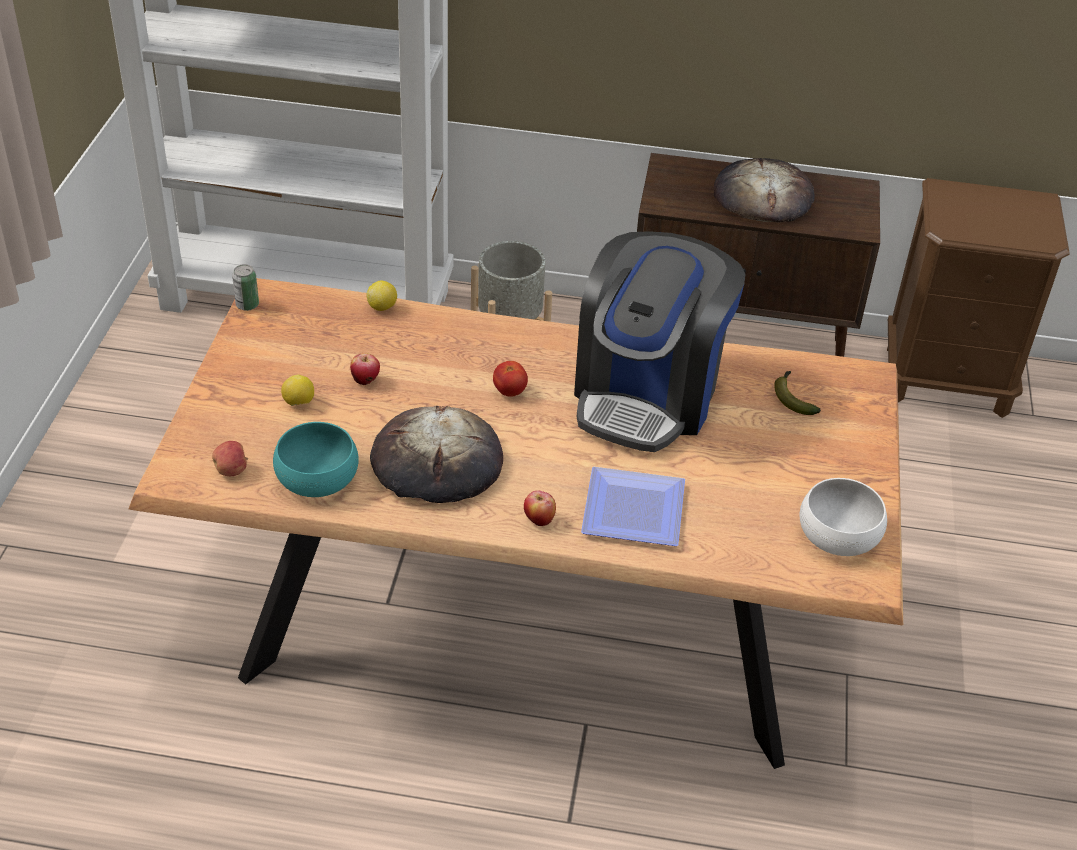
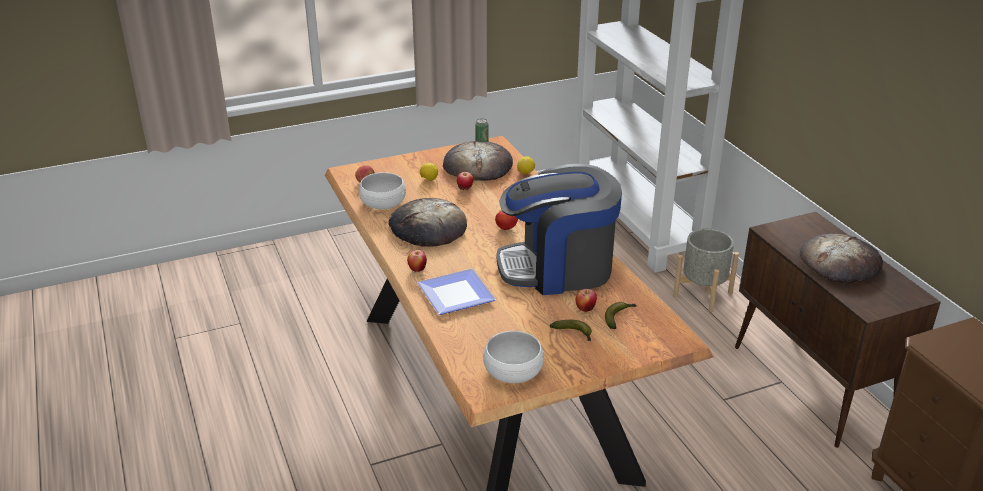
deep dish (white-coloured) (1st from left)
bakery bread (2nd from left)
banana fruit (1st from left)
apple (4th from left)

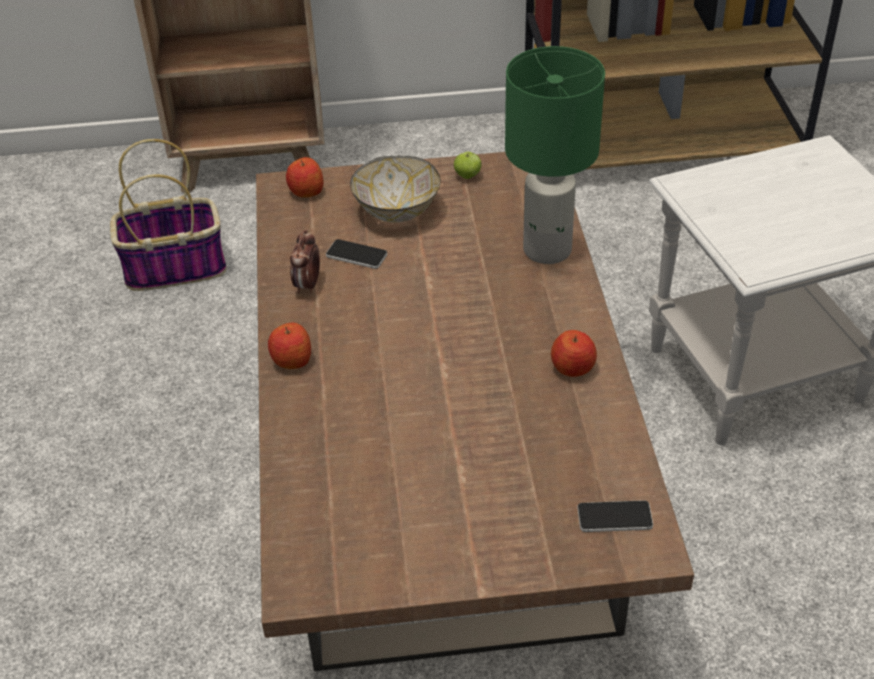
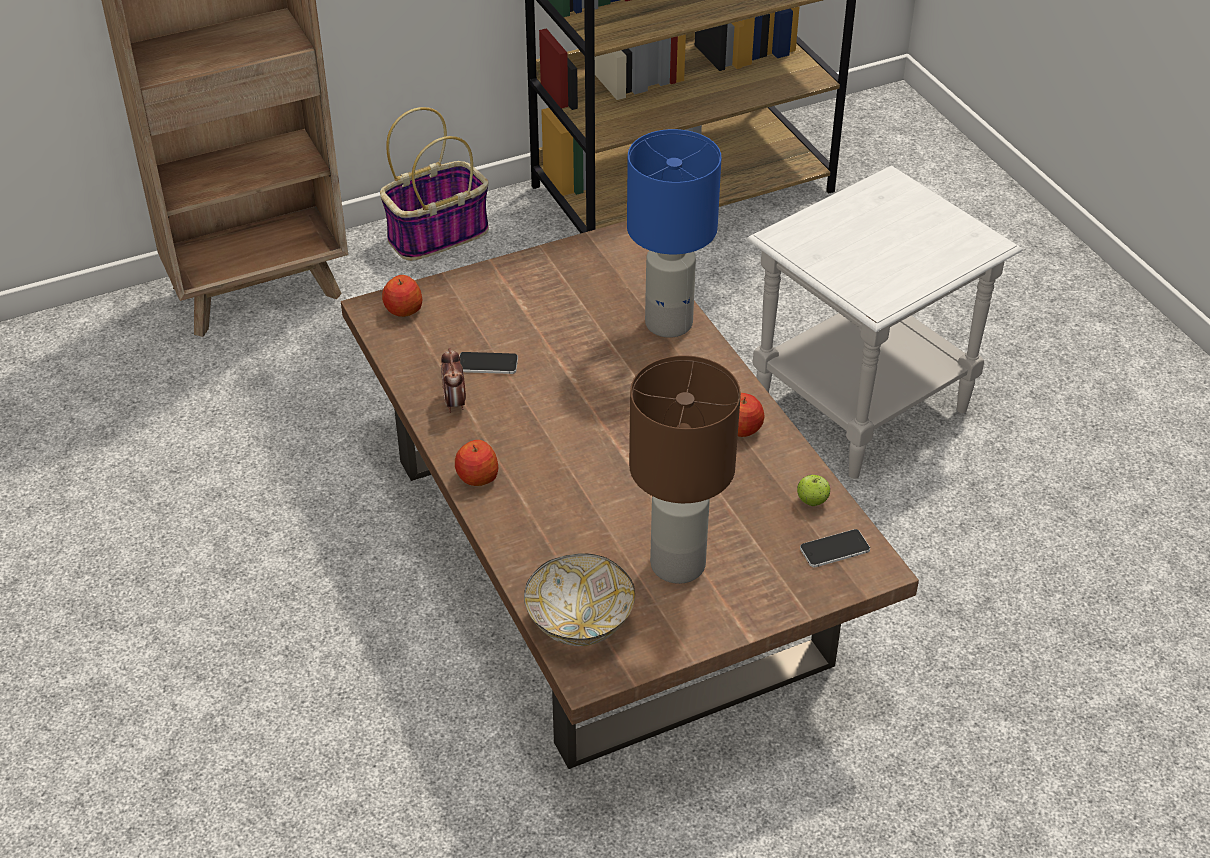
household basket
deep dish
apple (4th from left)
lamp for a table (blue)
lamp for a table (brownish)

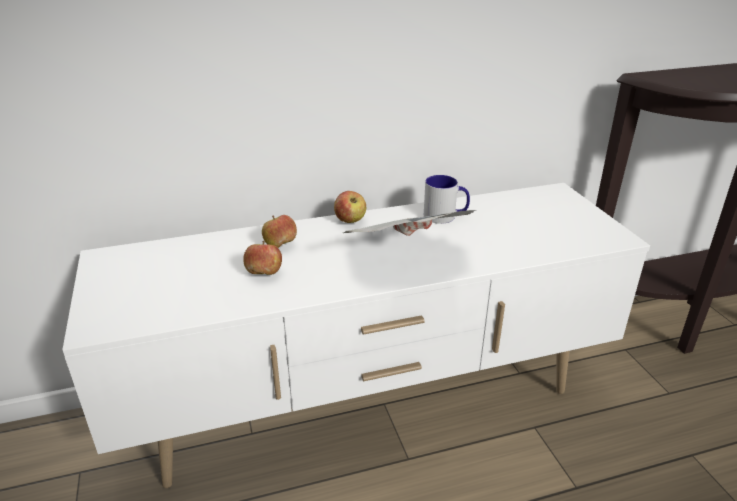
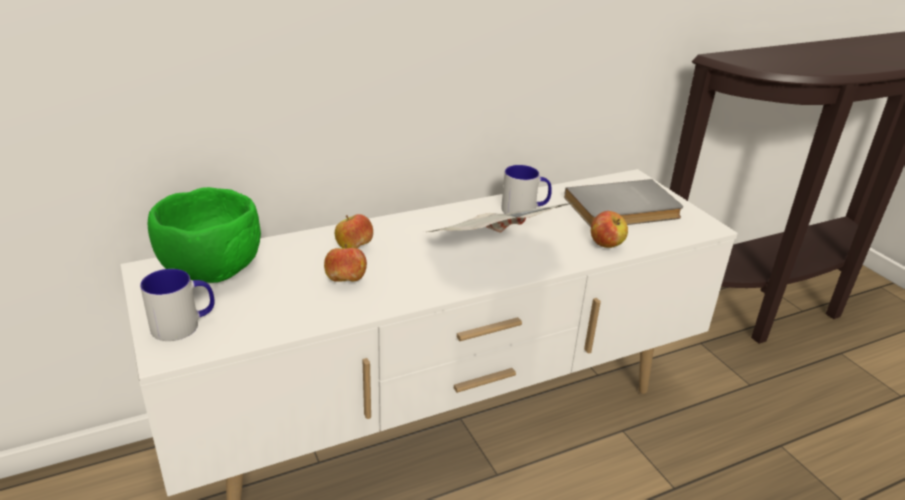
apple (3rd from left)
mug (1st from left)
deep dish (greenish)
book (grey)

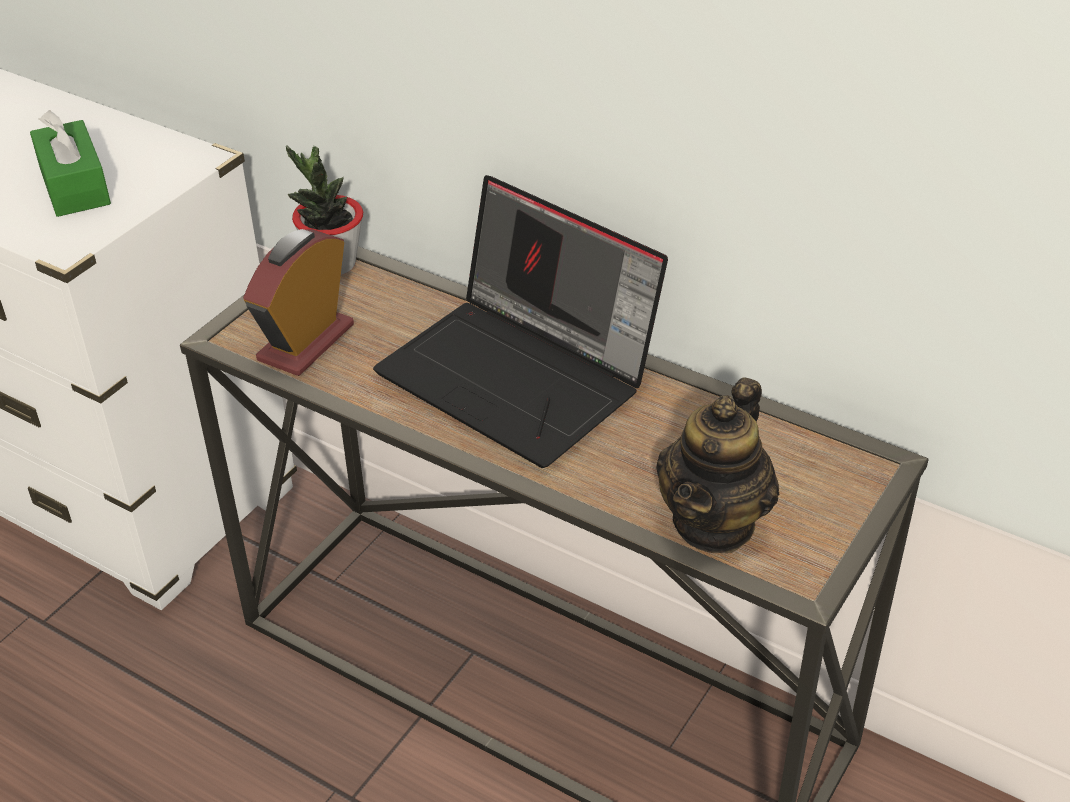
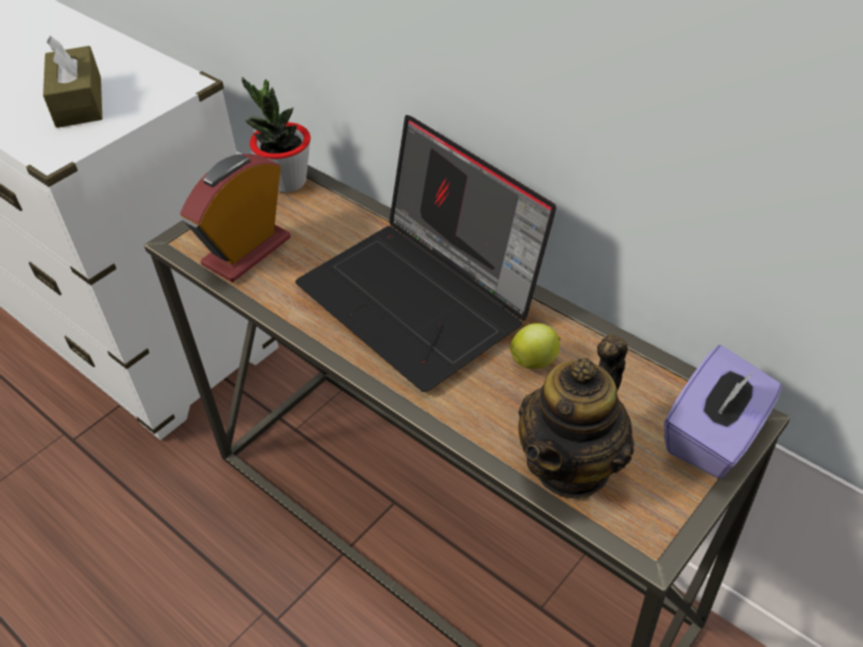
tissue box (brownish)
apple
tissue box (purple)

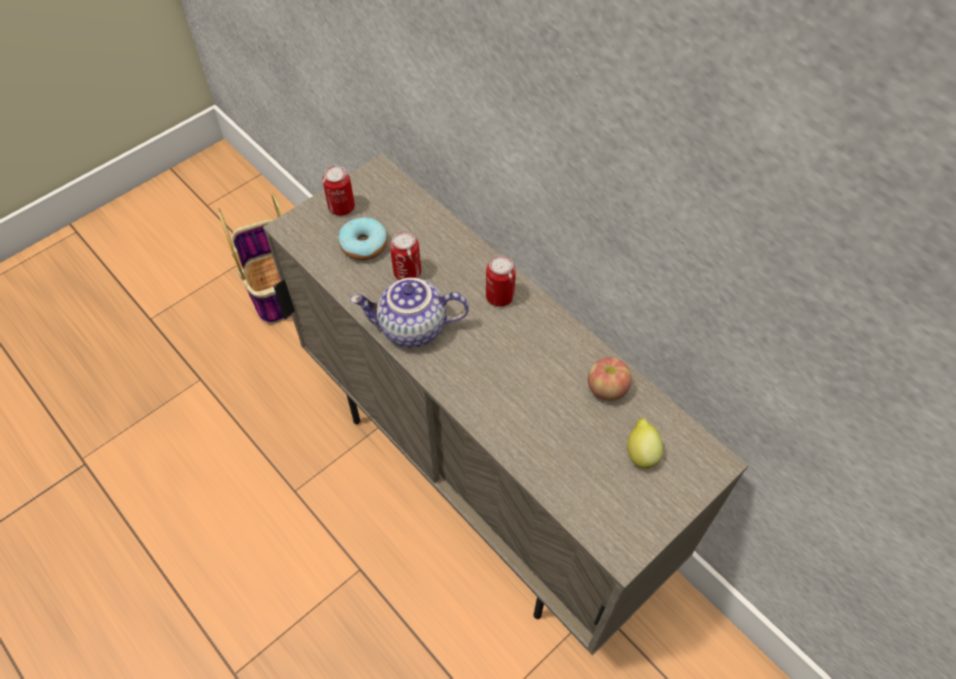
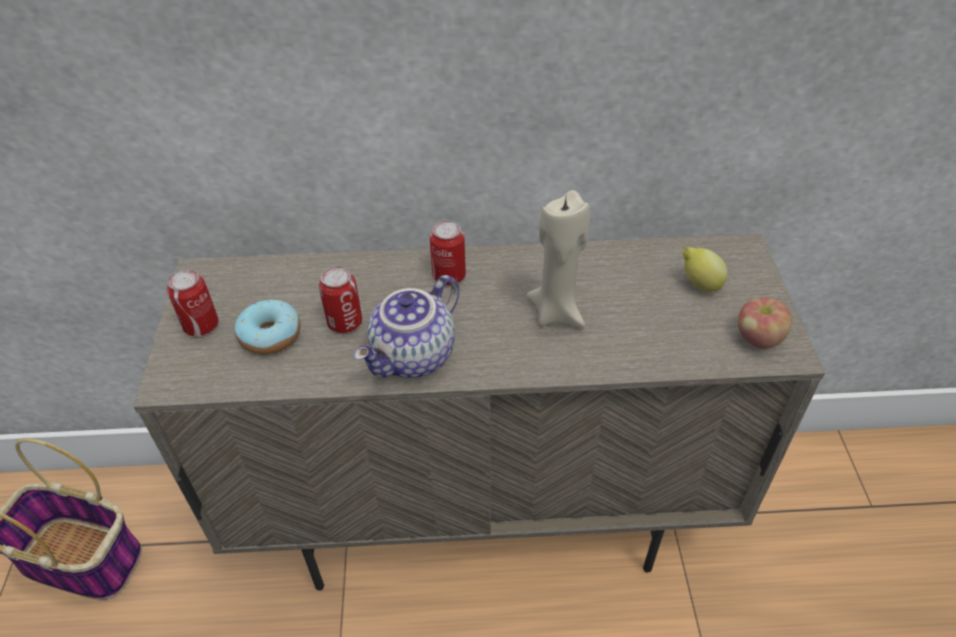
apple
candle (sand-coloured)

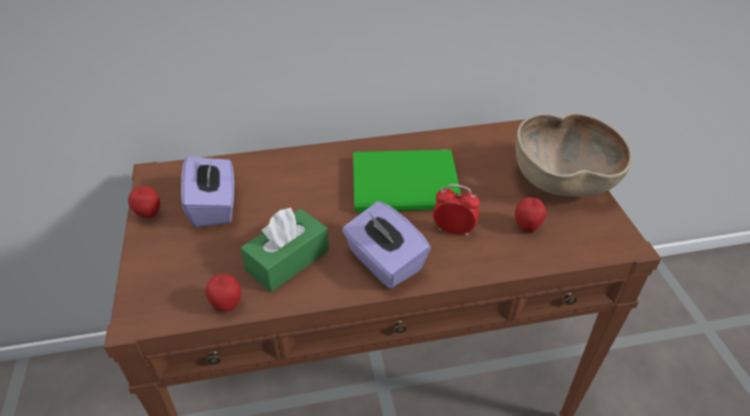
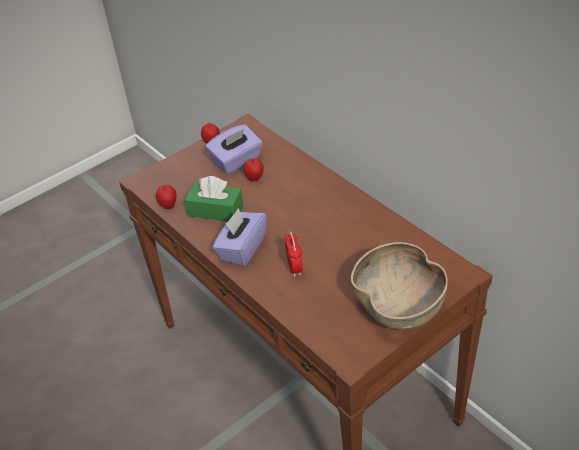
book (greenish)
apple (3rd from left)

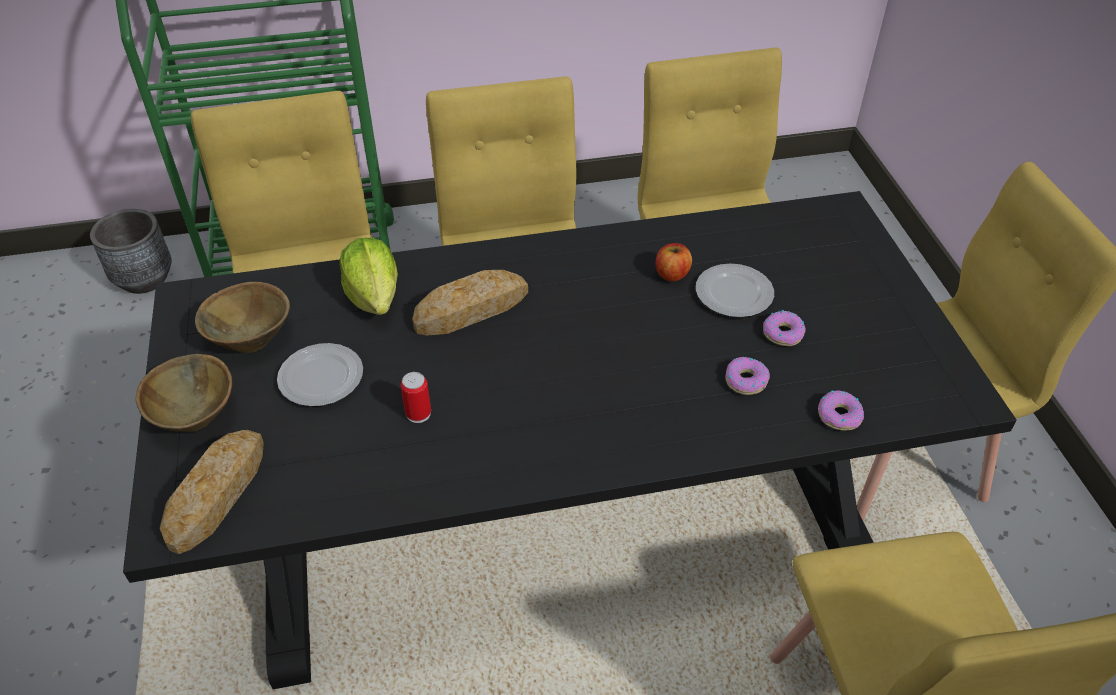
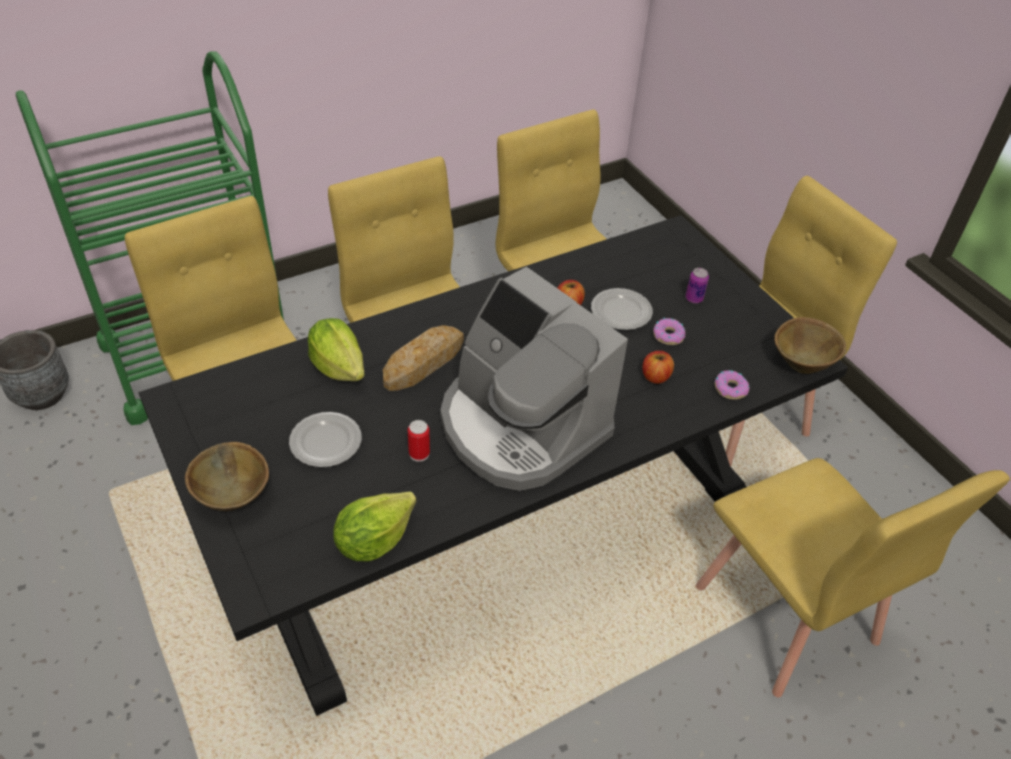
bakery bread (1st from left in the first image)
deep dish (brownish) (2nd from left)
apple (2nd from left)
lettuce head (2nd from left)
coffee maker
sealed can (2nd from left)

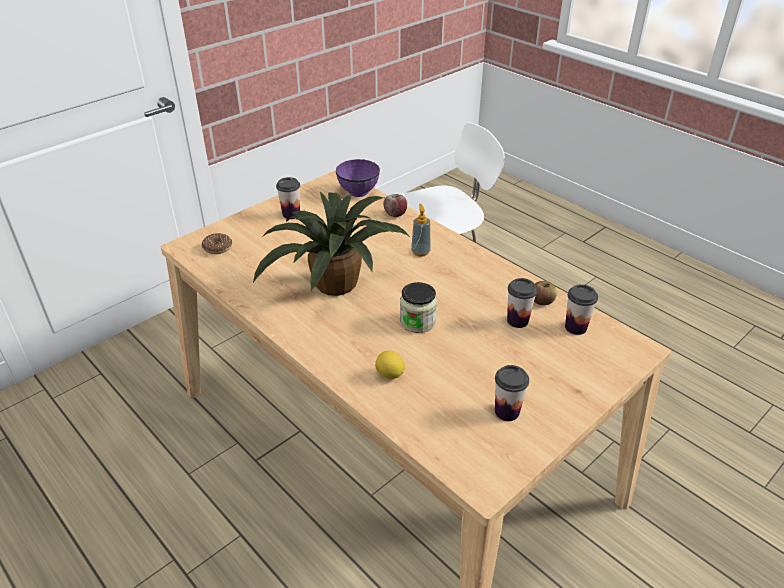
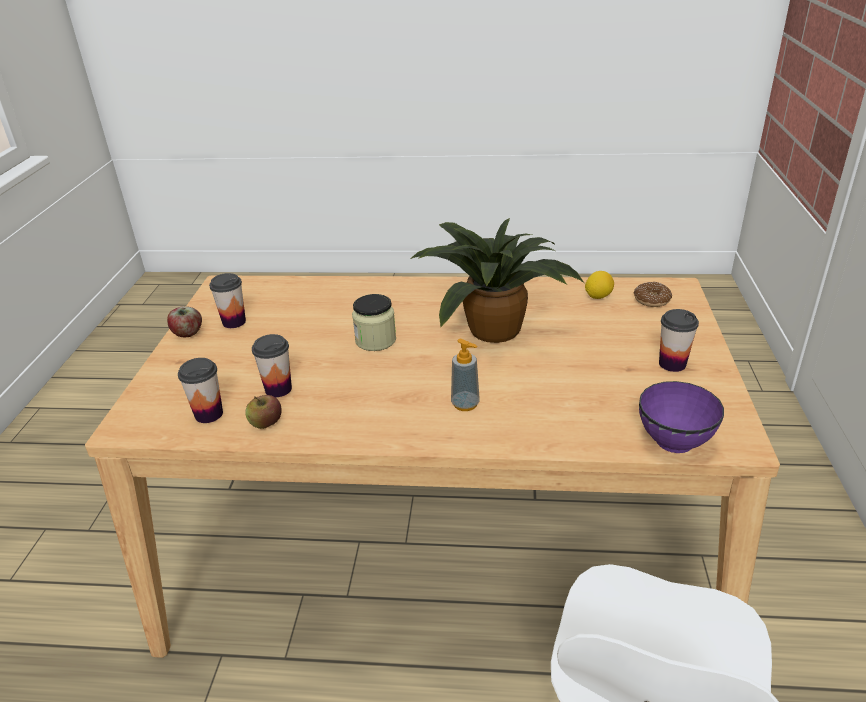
citrus fruit
apple (1st from left)

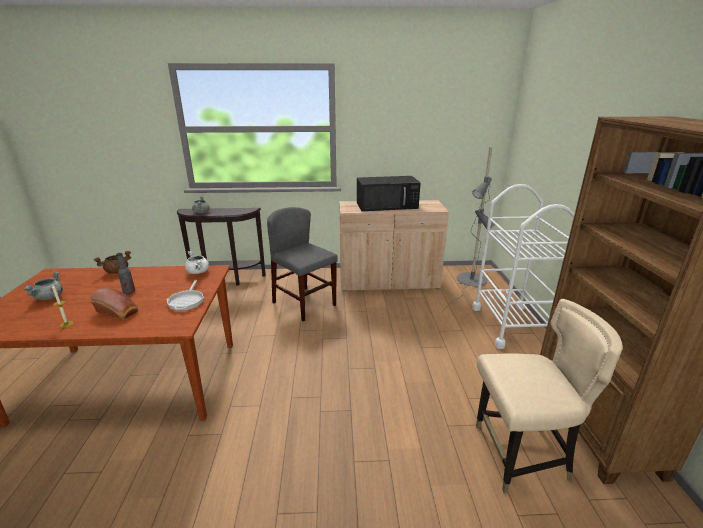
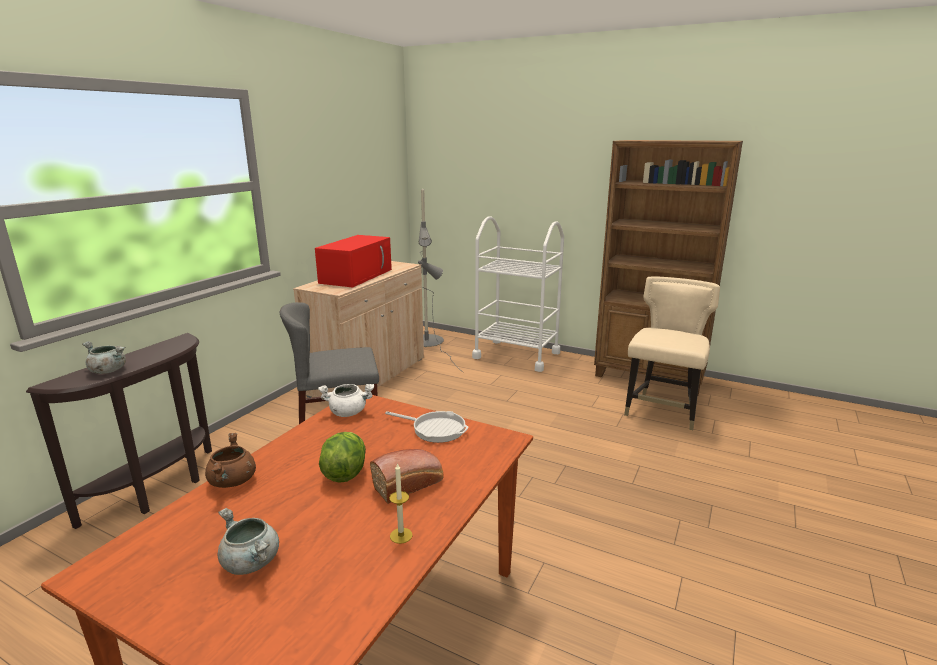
lettuce head
microwave oven (red)

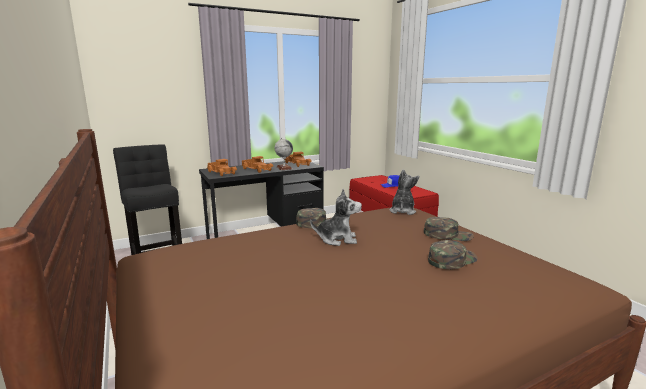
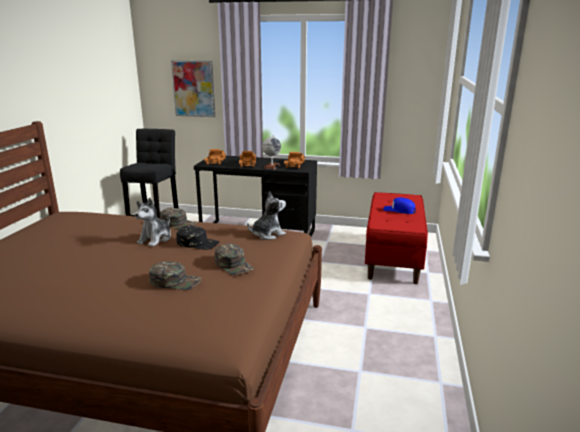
cuddly toy (1st from left)
wall picture
baseball cap (black)

